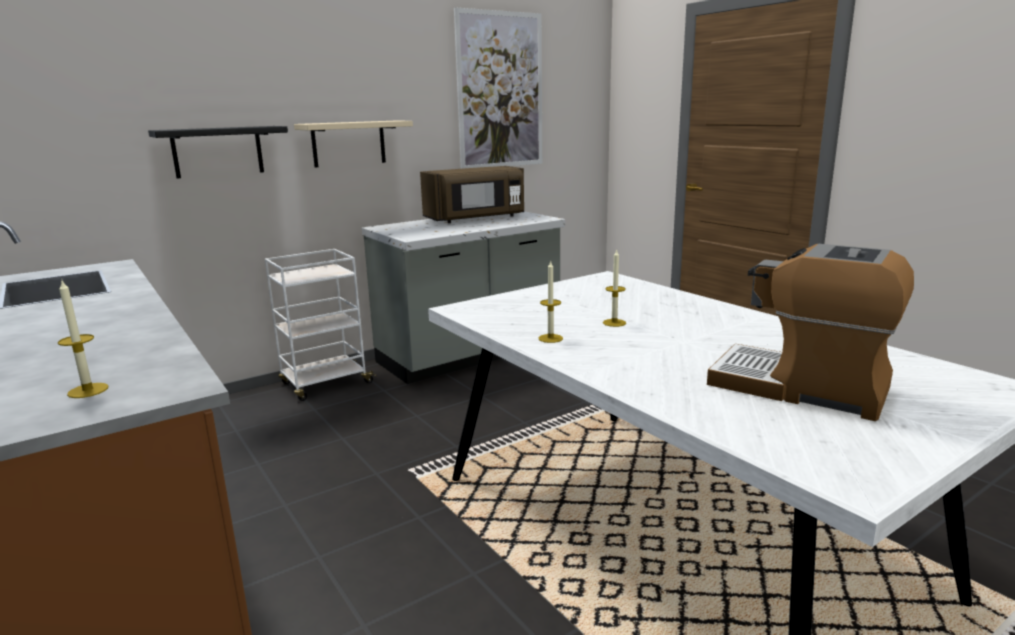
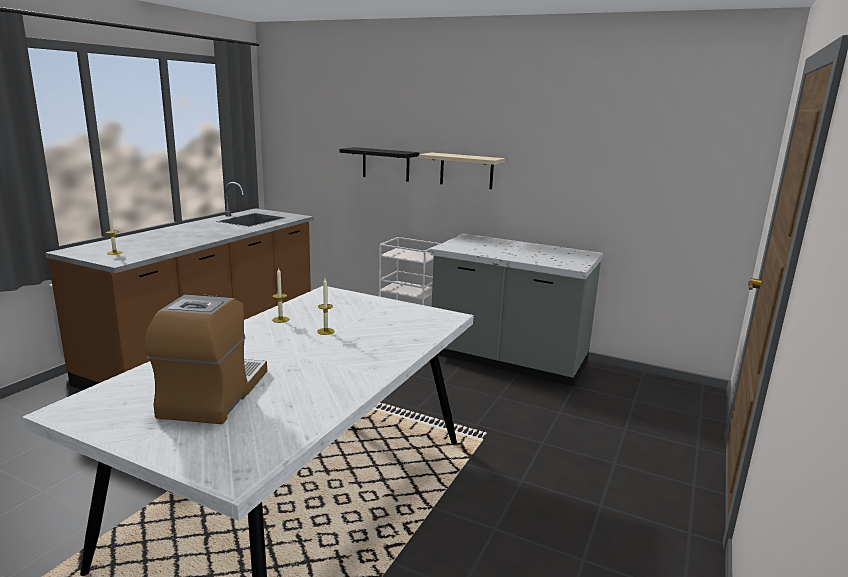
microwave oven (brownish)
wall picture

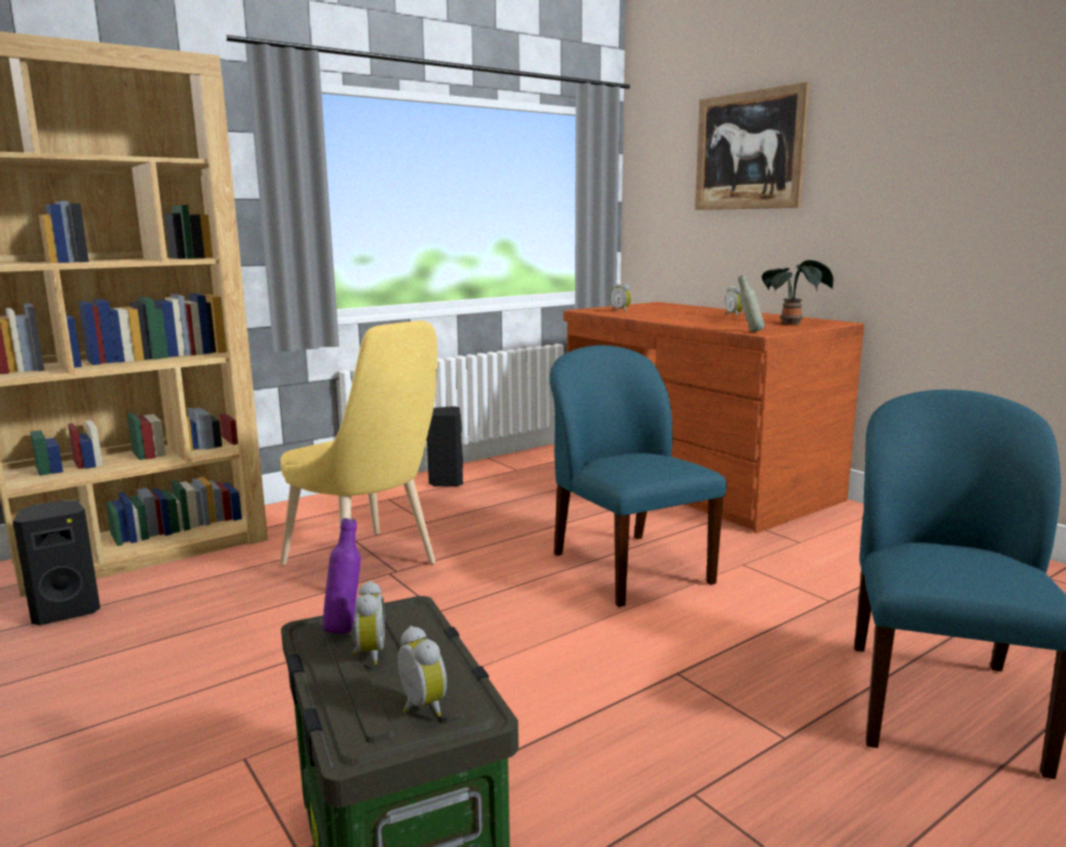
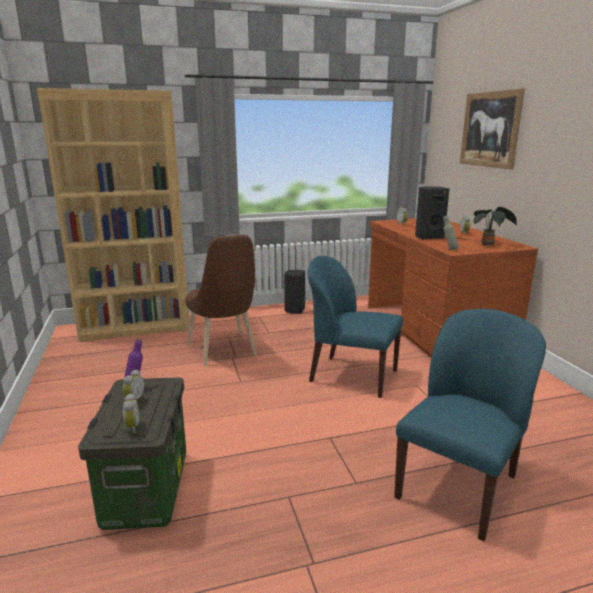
speaker (black) (2nd from left)
plain chair (brownish)
plain chair (blue) (1st from left)

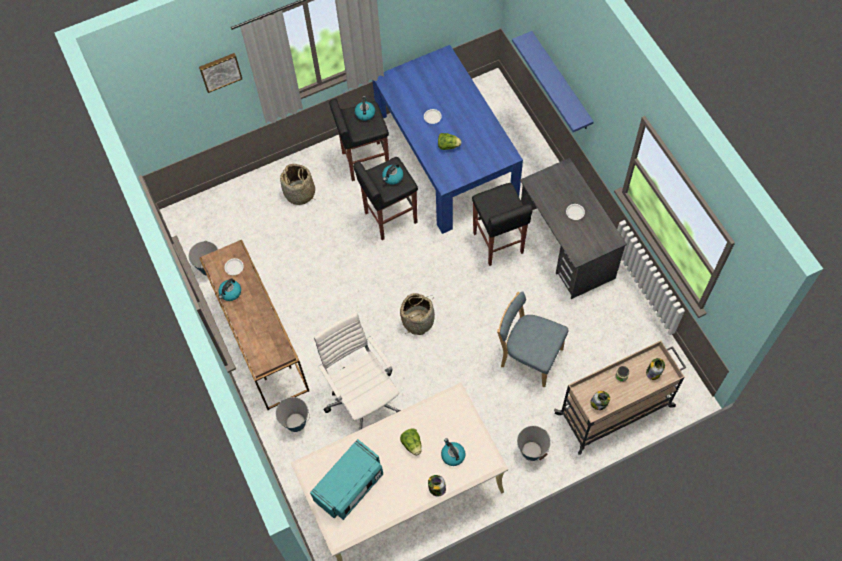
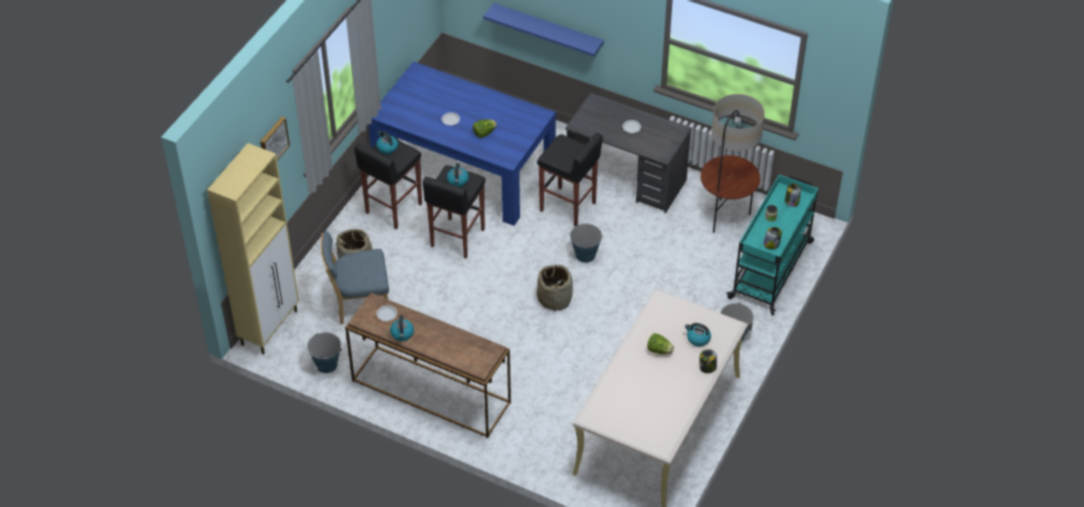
water bucket (2nd from left)
microwave oven (blue-green)
desk chair (white-coloured)
plain chair (blue)
cart (blue-green)
cupboard (sand-coloured)
standing lamp

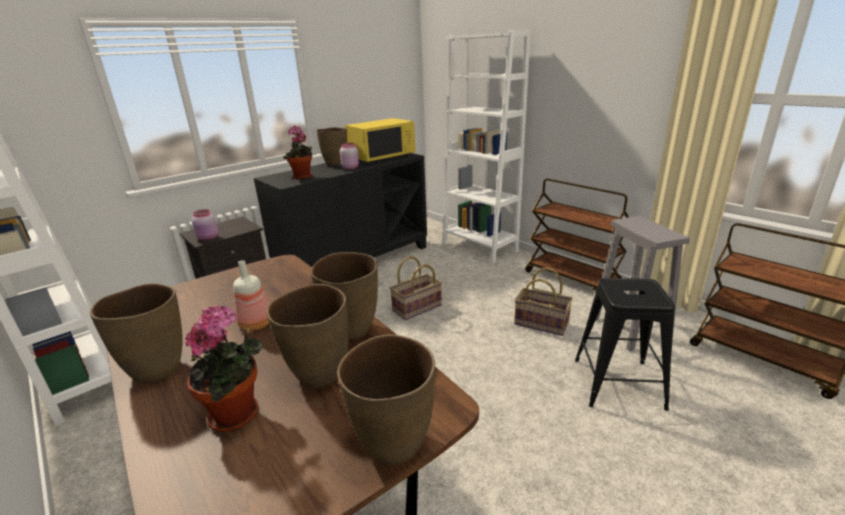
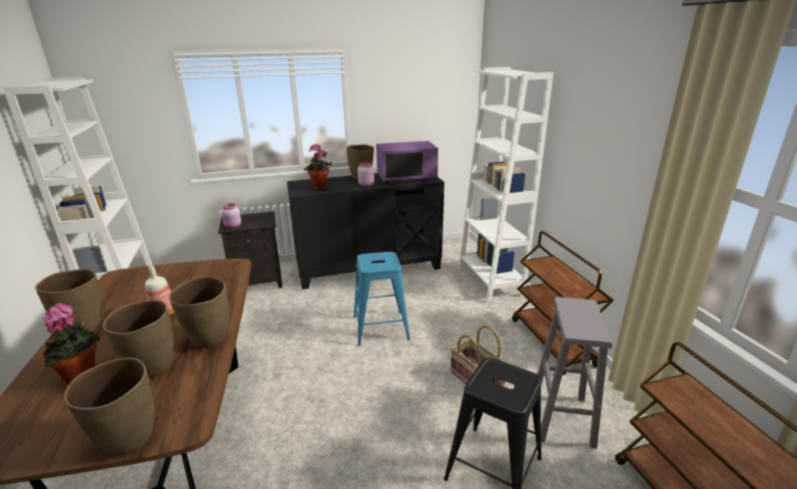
microwave oven (purple)
stool seat (blue)

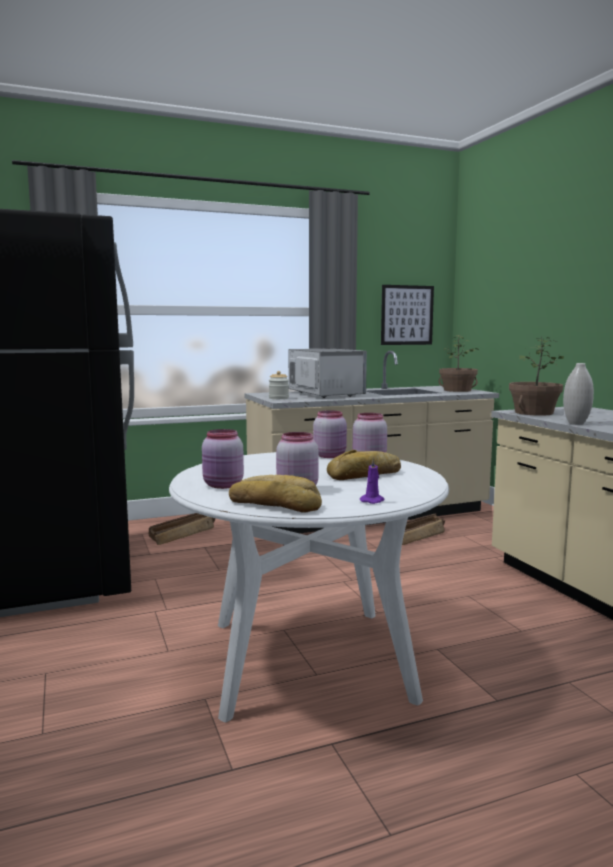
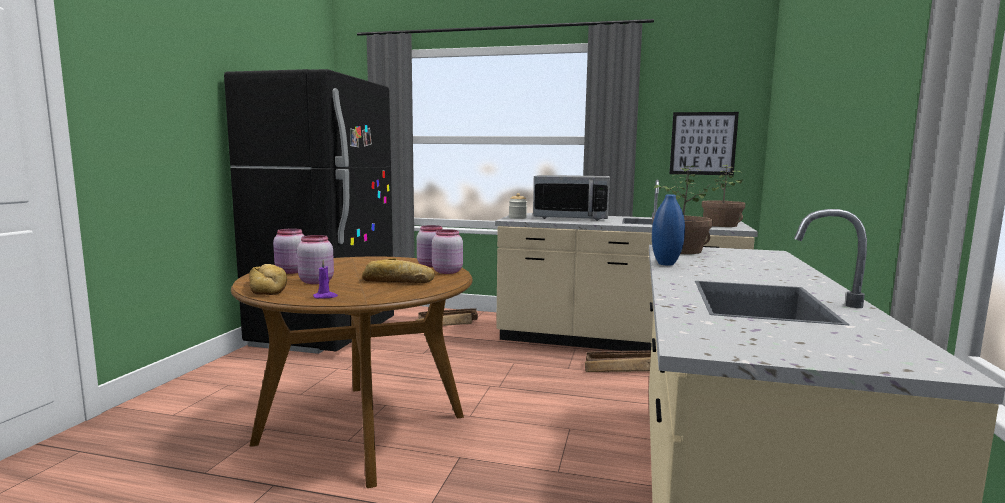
dining table (brownish)
microwave oven
vase (blue)

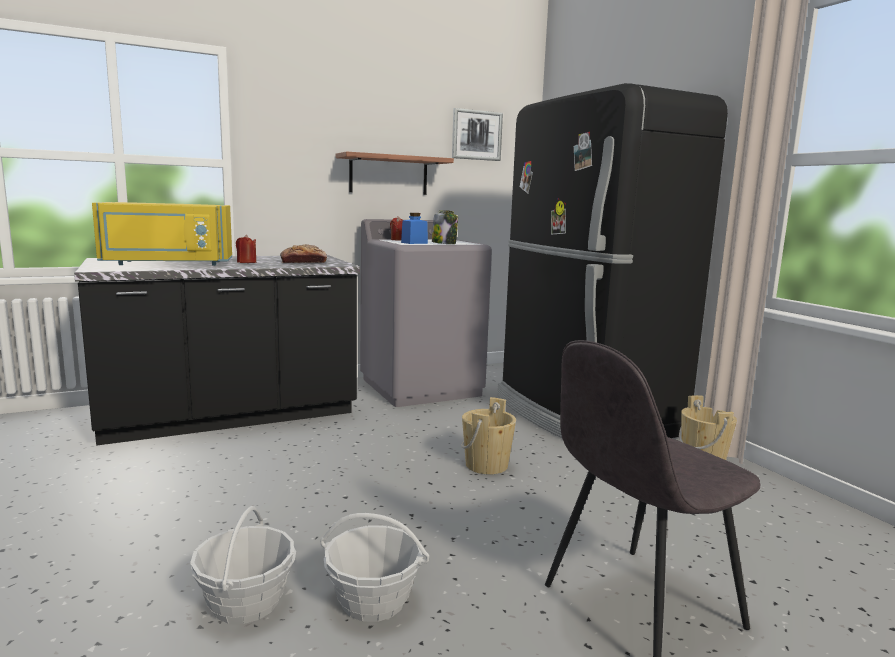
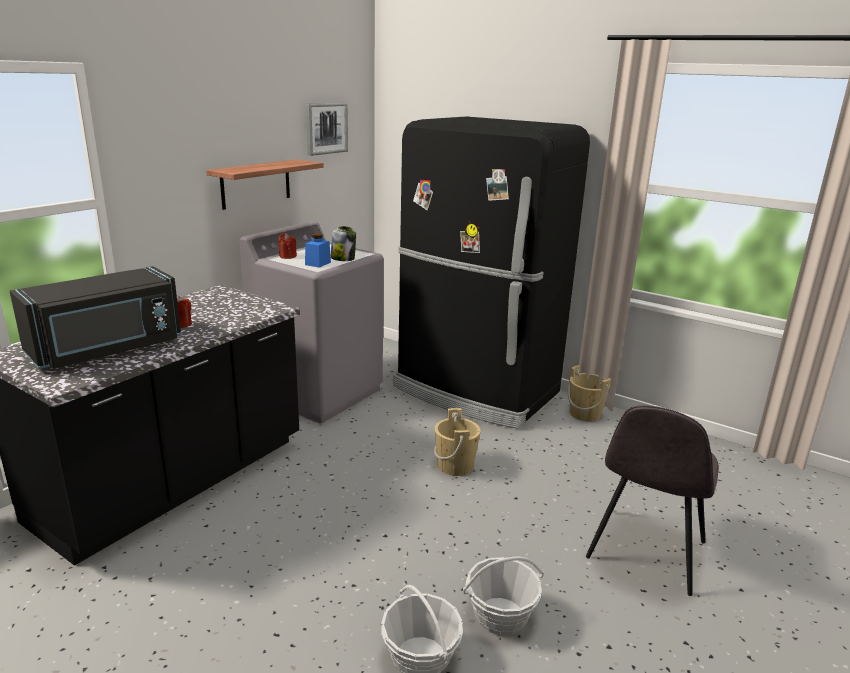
microwave oven (black)
bakery bread

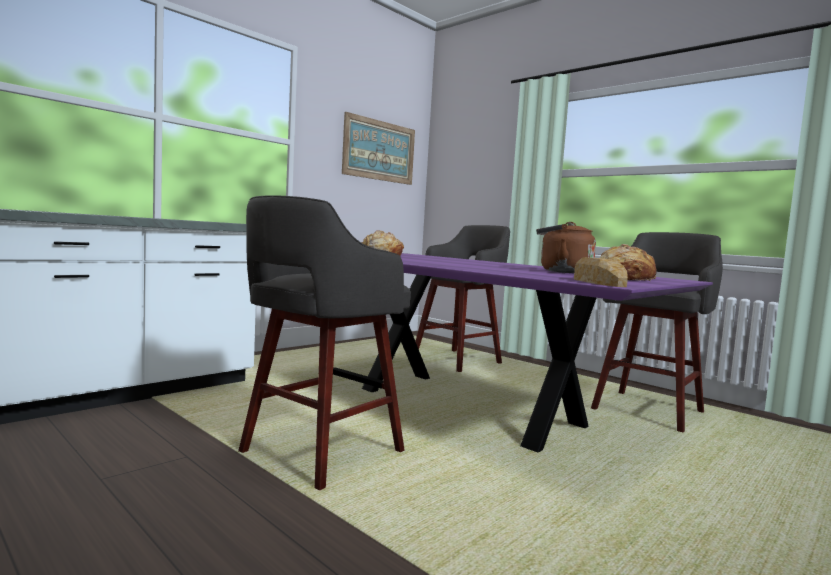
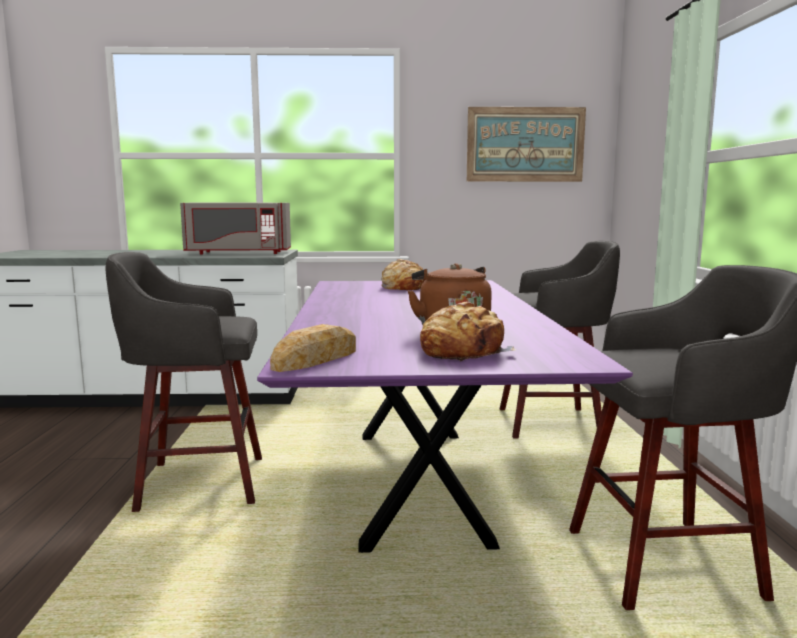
microwave oven (grey)

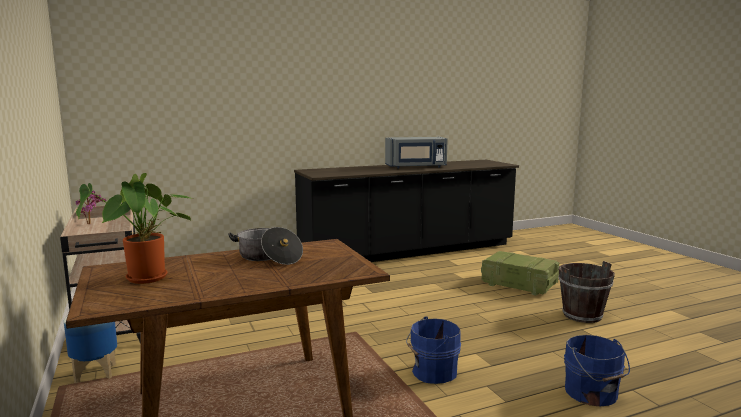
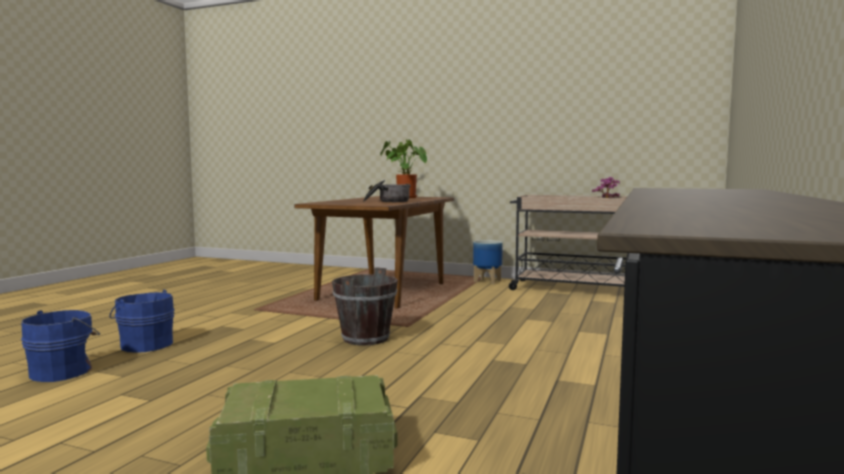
microwave oven (grey)
water bucket (blue) (1st from left)
water bucket (brownish)

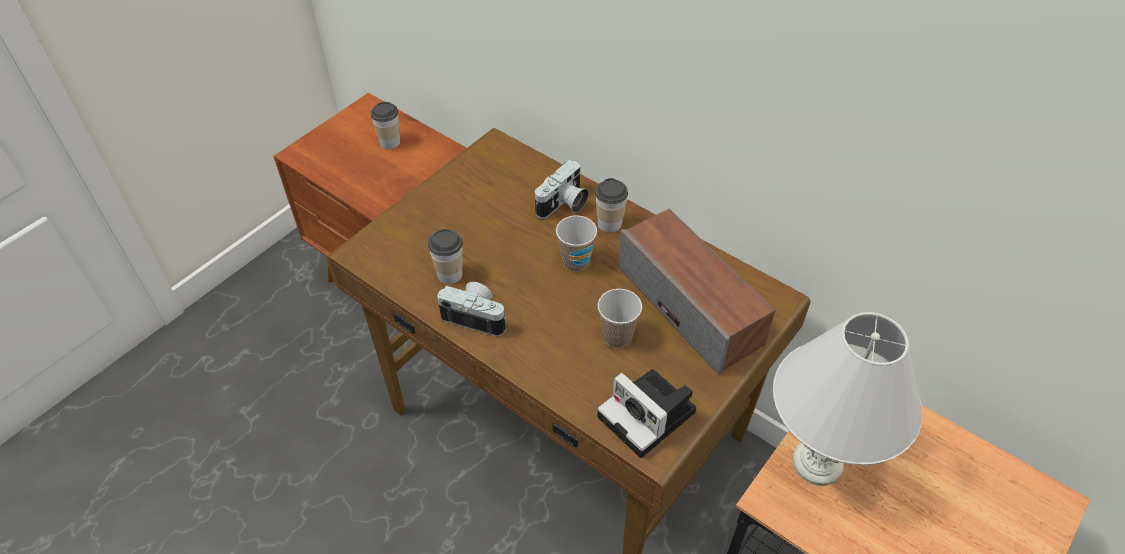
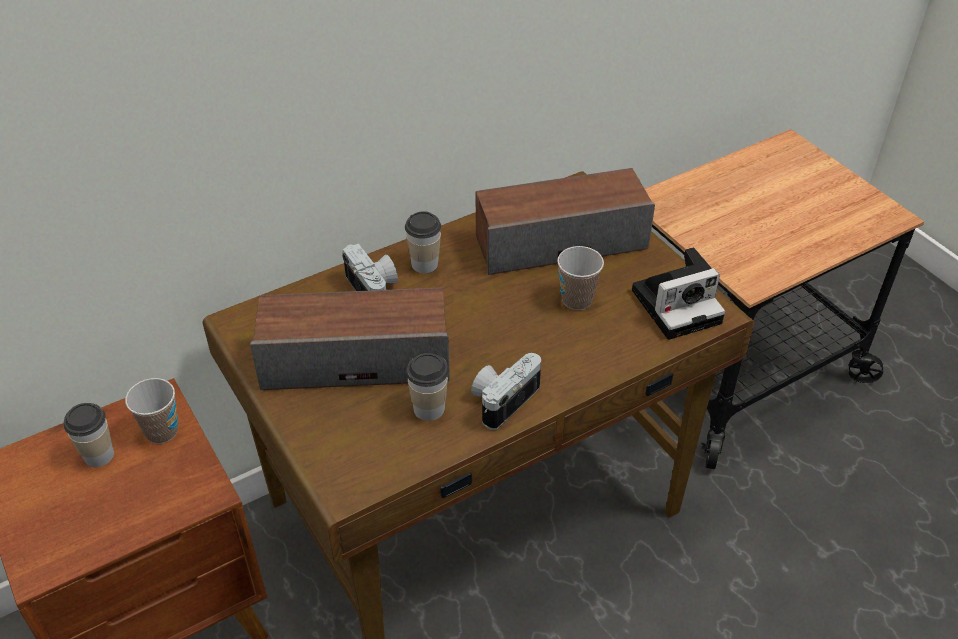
cup (2nd from left)
lamp for a table (white-coloured)
speaker (1st from left)

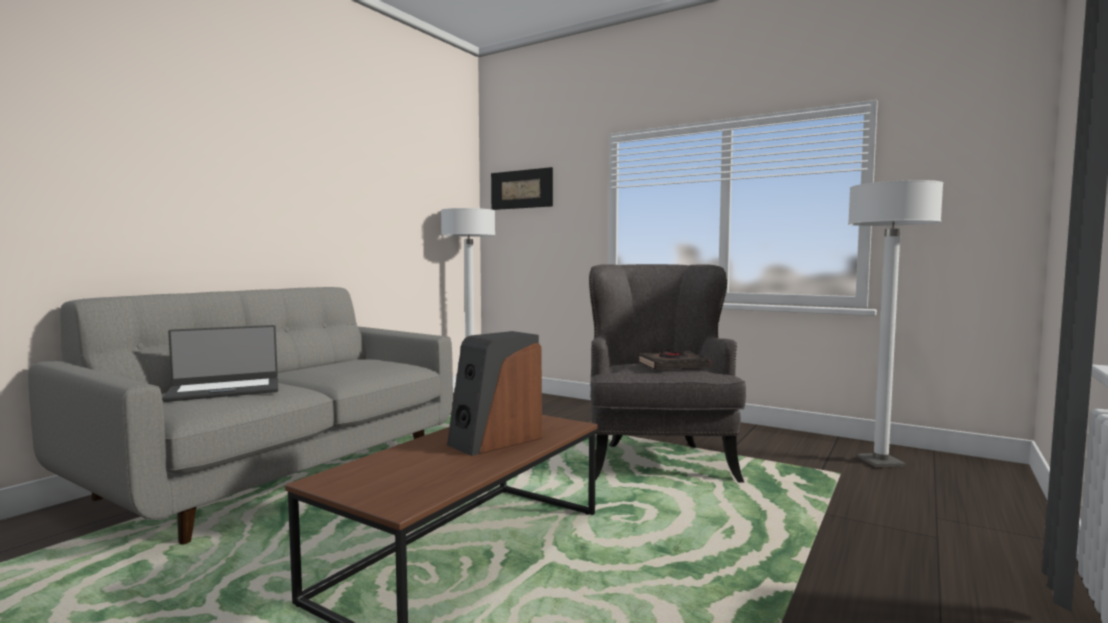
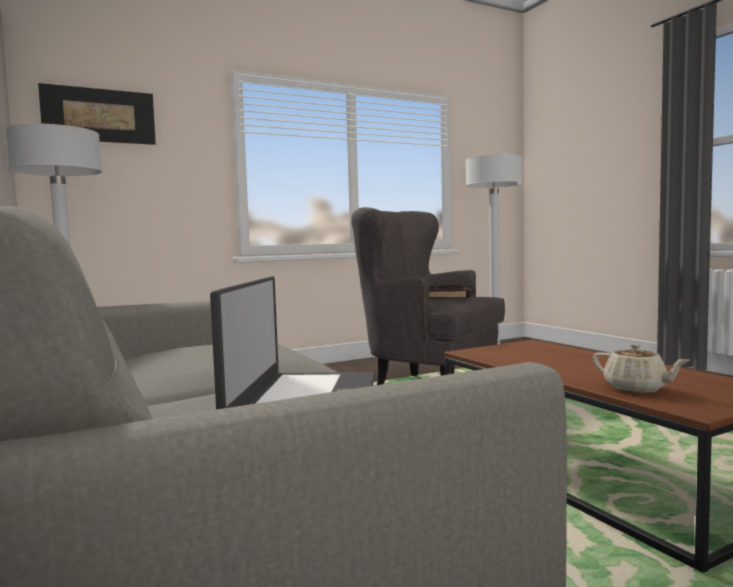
speaker
teapot (sand-coloured)

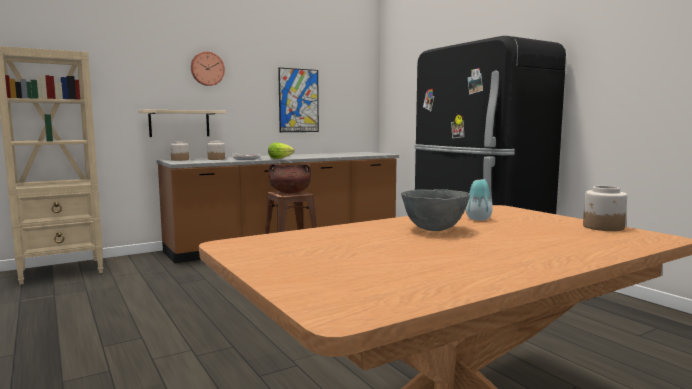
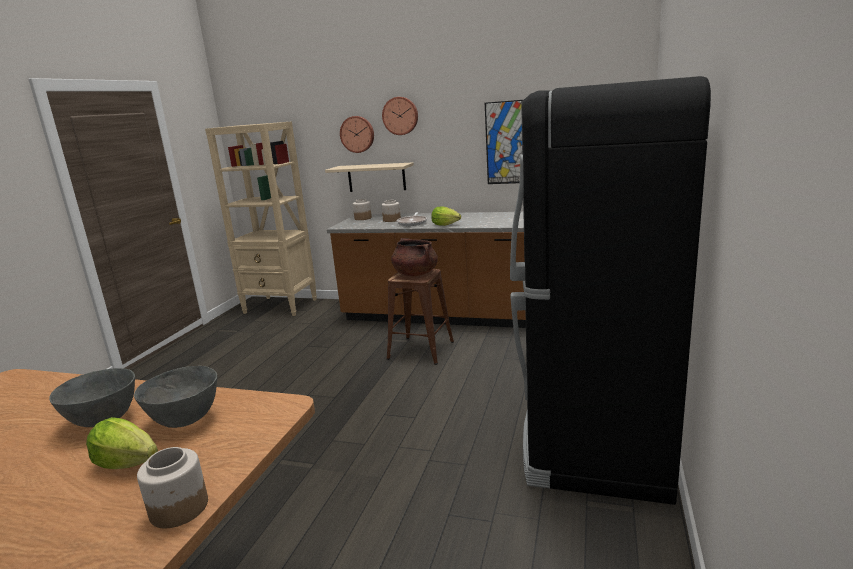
deep dish (grey) (2nd from left)
lettuce head (1st from left)
clock on the wall (1st from left)

